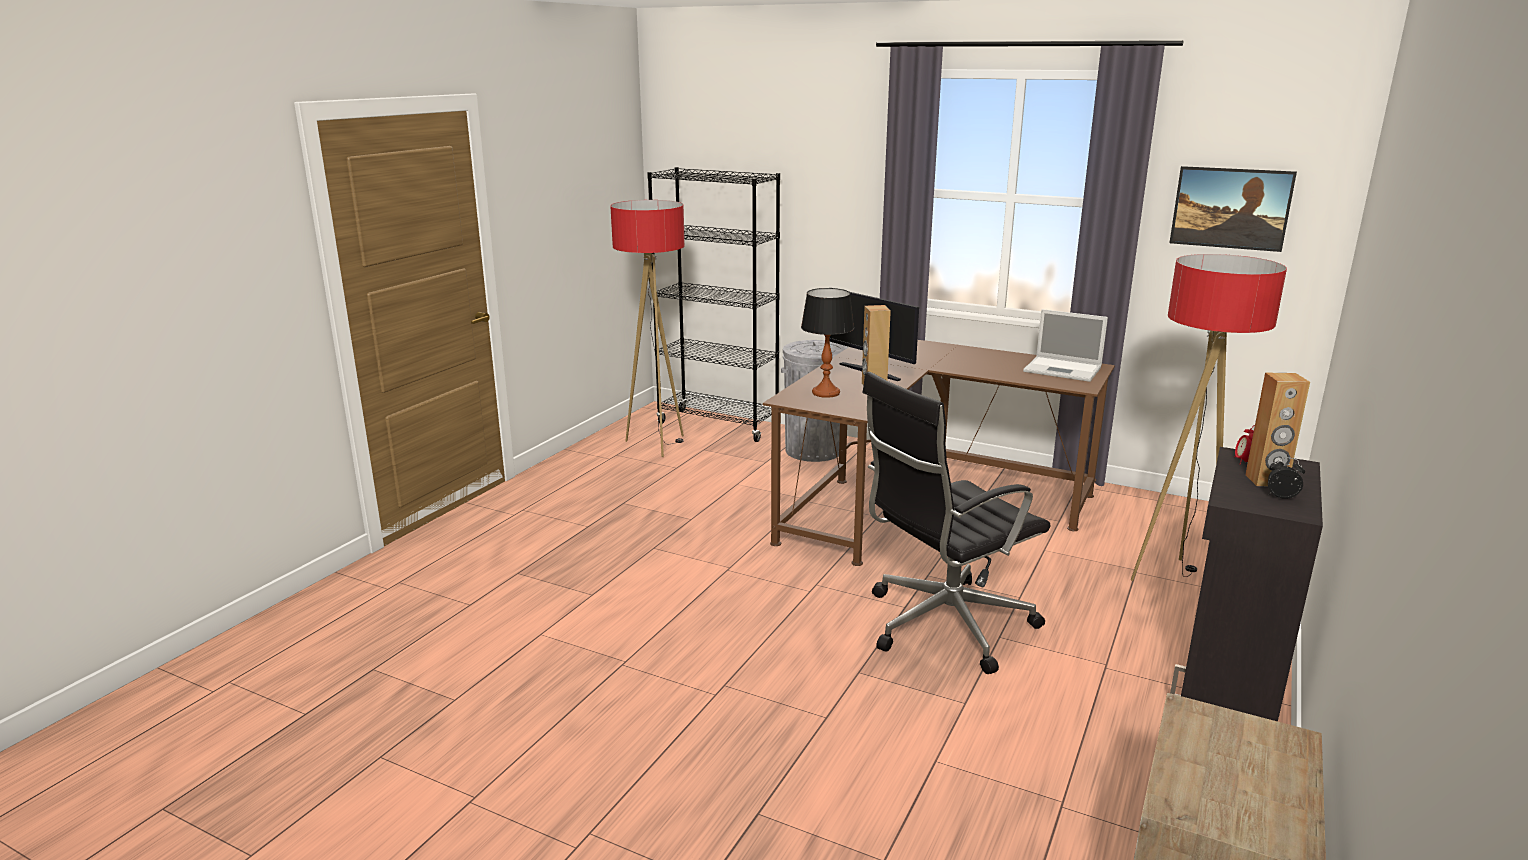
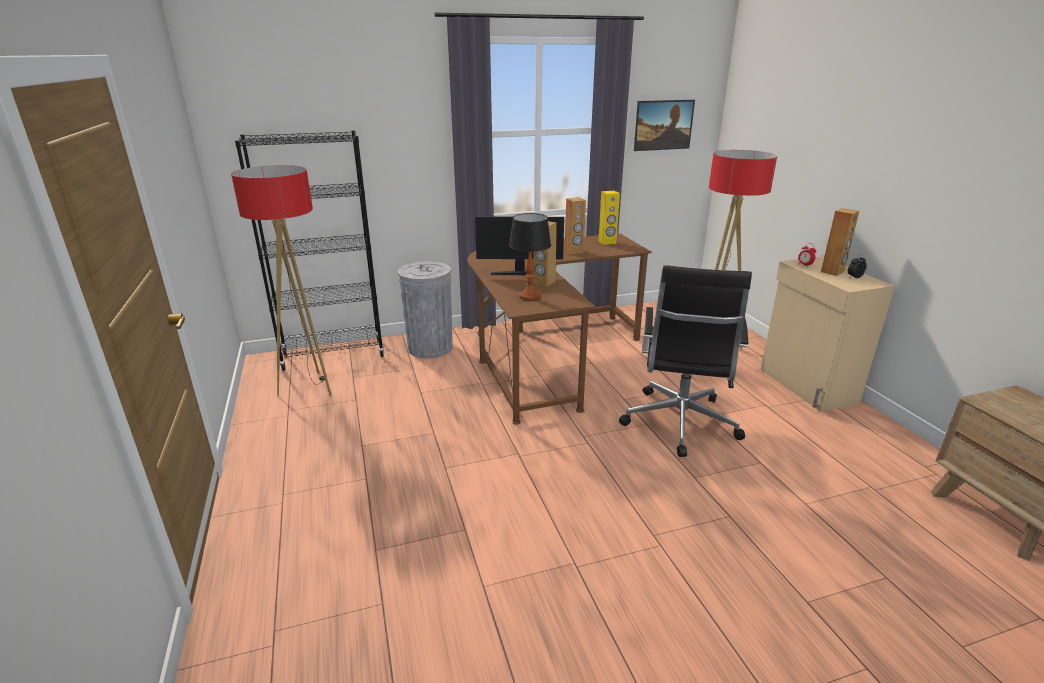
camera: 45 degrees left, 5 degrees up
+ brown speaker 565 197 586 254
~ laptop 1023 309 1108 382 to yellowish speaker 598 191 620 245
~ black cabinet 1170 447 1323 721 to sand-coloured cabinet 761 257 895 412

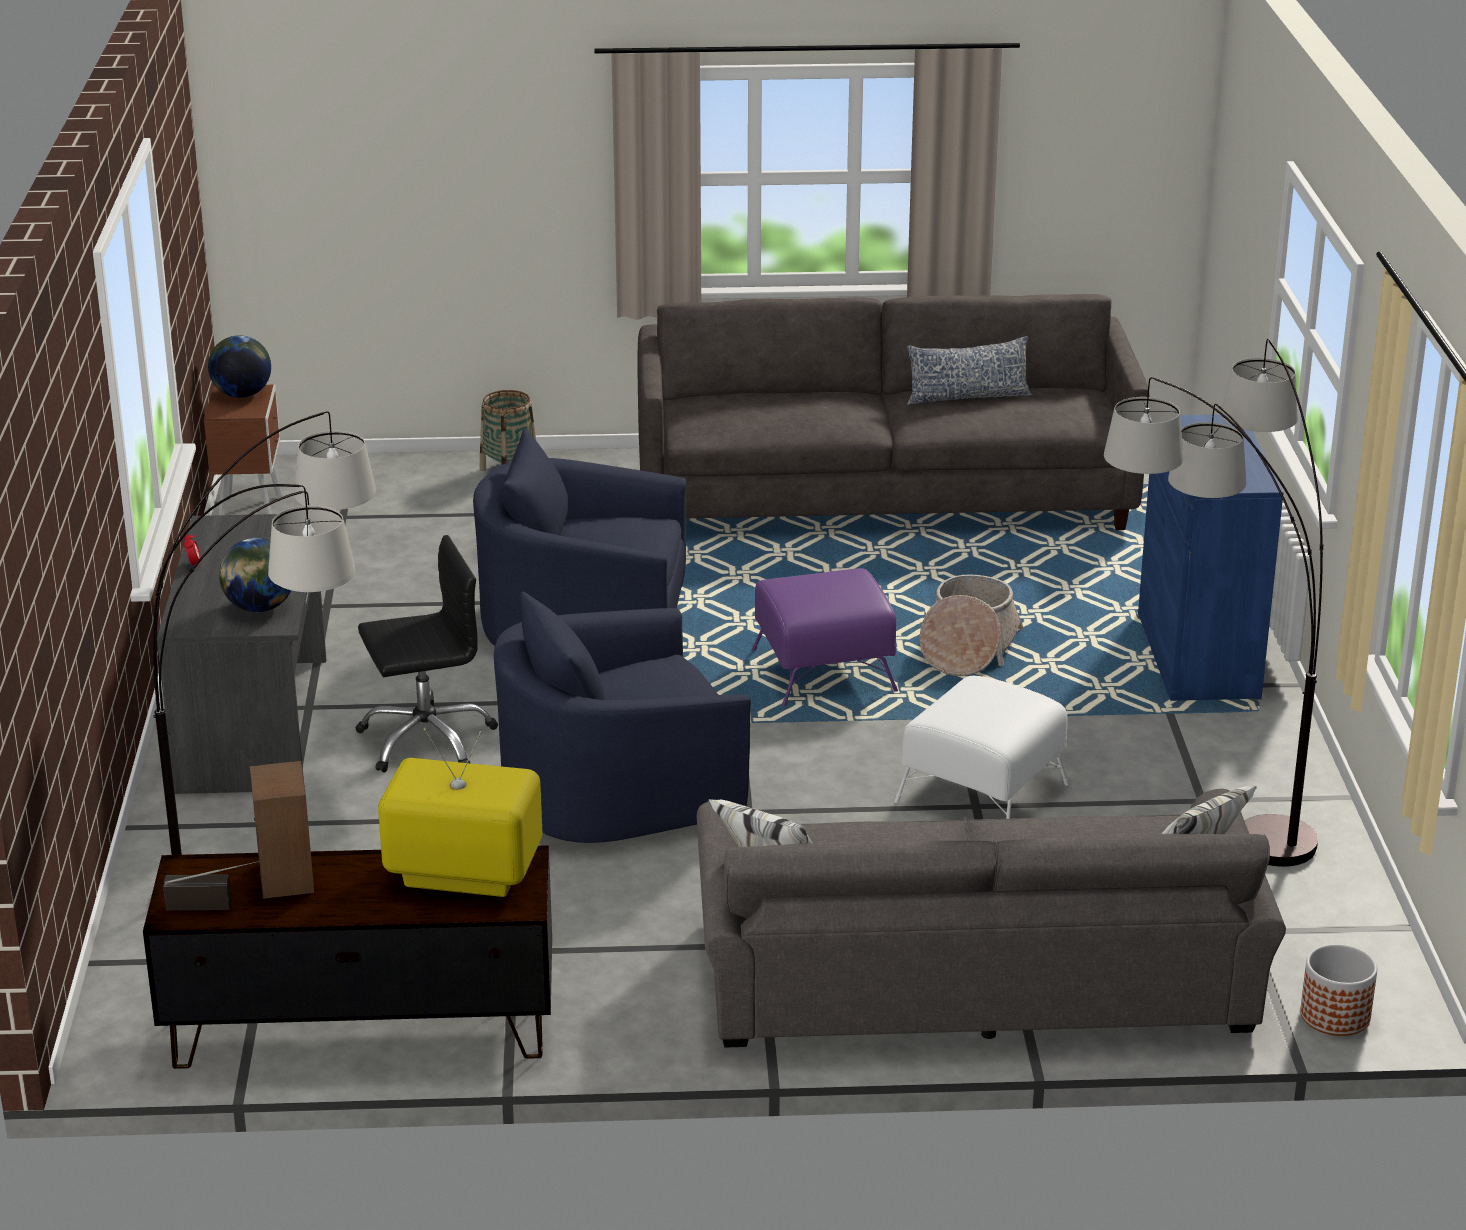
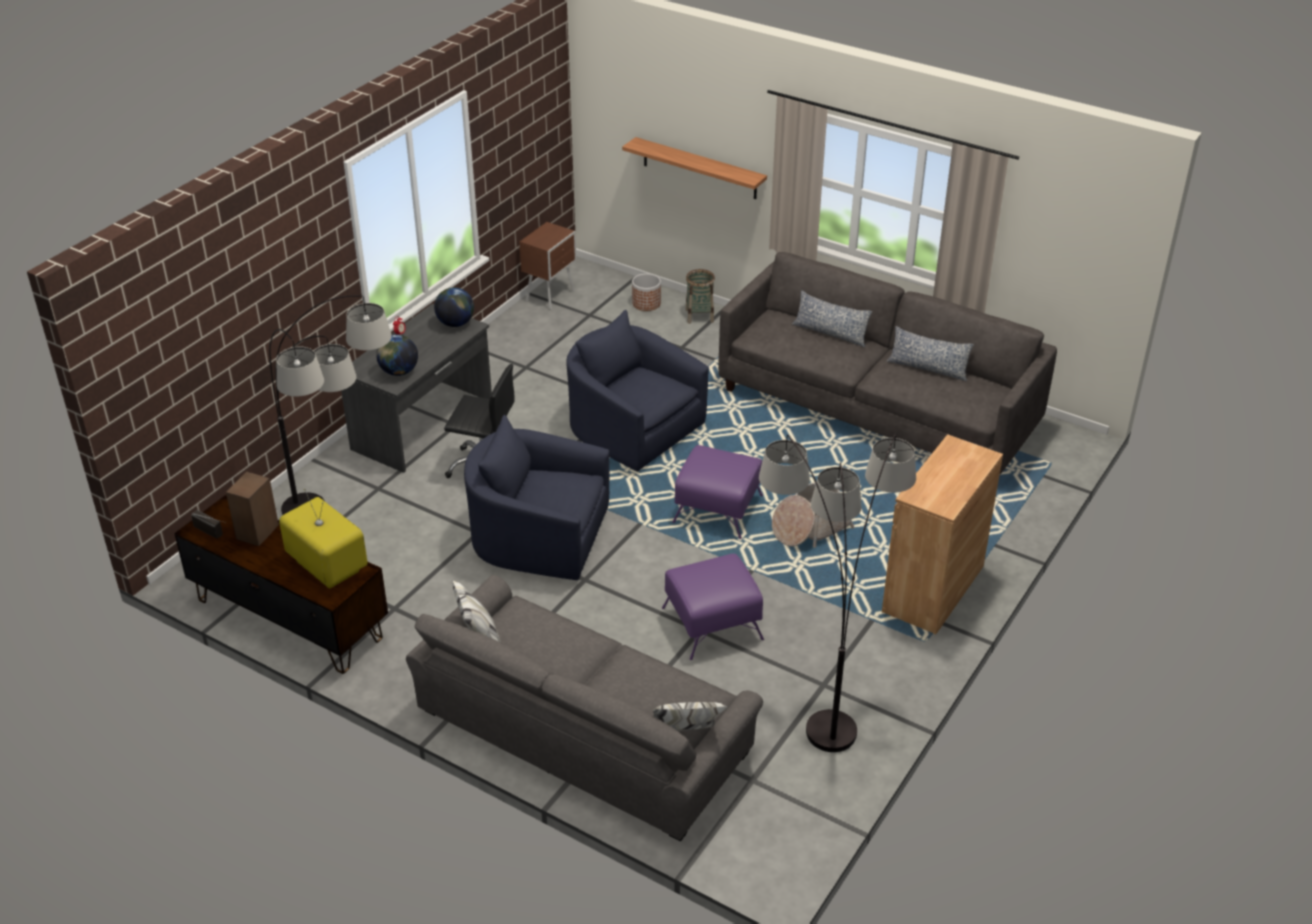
camera: 35 degrees right, 10 degrees up
+ bracket shelf 622 137 767 199
+ pillow 792 290 872 347
~ desk globe 208 335 271 398 to 434 287 474 327
~ flower pot 1300 944 1377 1036 to 632 273 661 311
~ whitish pouffe 894 676 1069 819 to purplish pouffe 662 554 764 660
~ bluish cabinet 1138 414 1283 701 to brown cabinet 882 434 1003 635

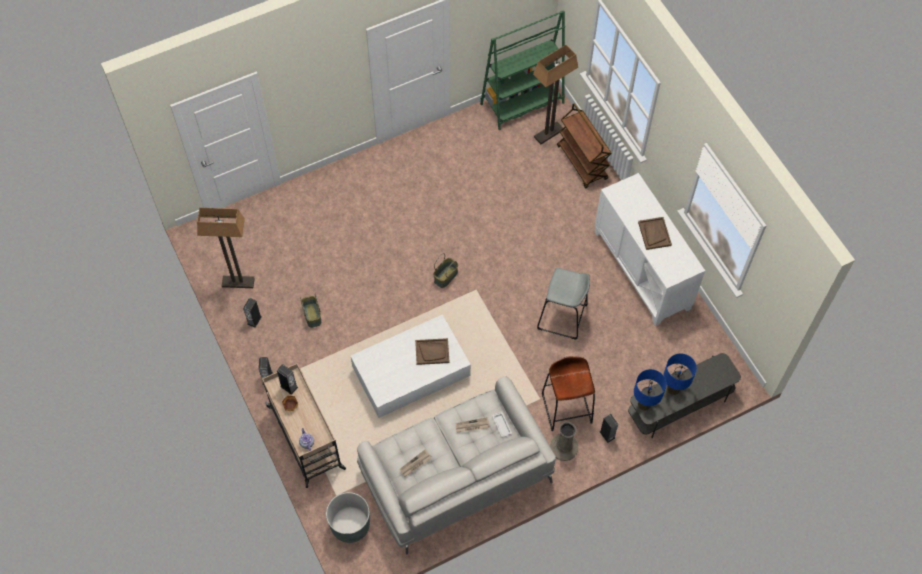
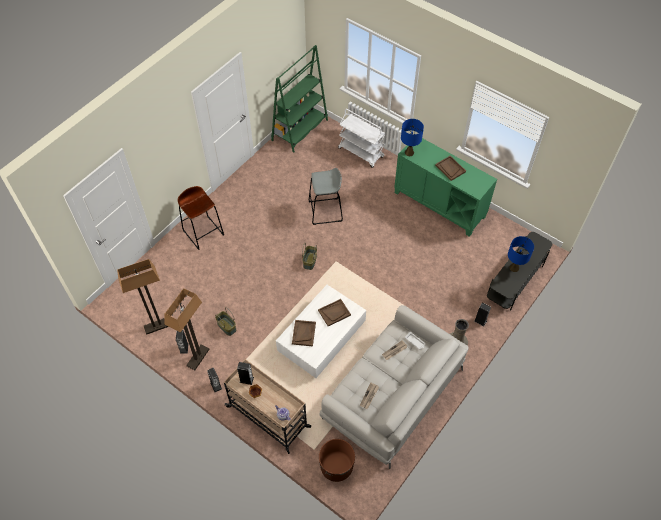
camera: 25 degrees left, 5 degrees down
+ brown tray 292 320 316 346
~ standard lamp 533 45 578 144 to 164 288 209 370
~ greyish stool 537 268 590 340 to 309 168 343 225
~ brown stool 542 356 595 431 to 178 186 224 250
~ bluish tabletop lamp 634 369 667 411 to 401 119 424 156
~ greyish flower pot 326 492 370 543 to brown flower pot 319 439 355 482
~ brown cart 557 103 612 189 to whitish cart 338 109 386 168
~ whitish cabinet 595 173 705 326 to greenish cabinet 394 138 497 237

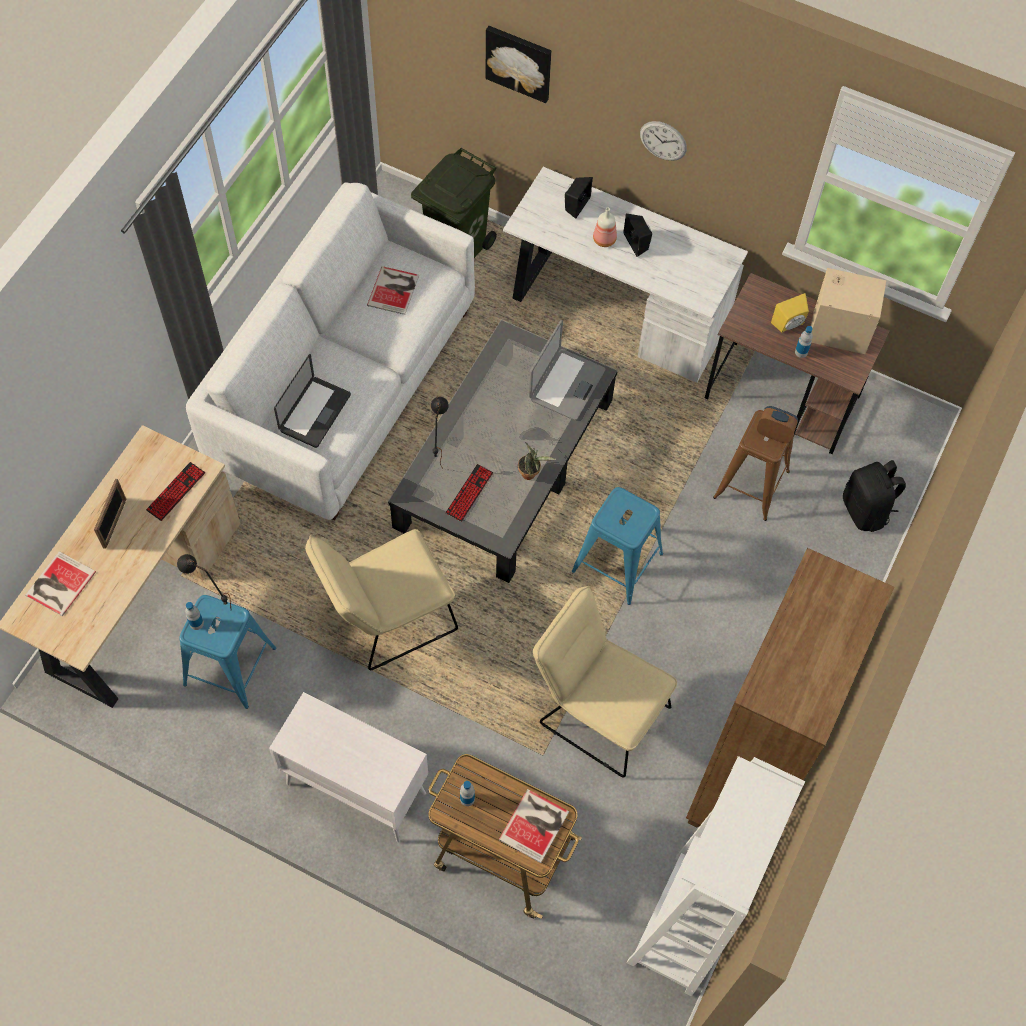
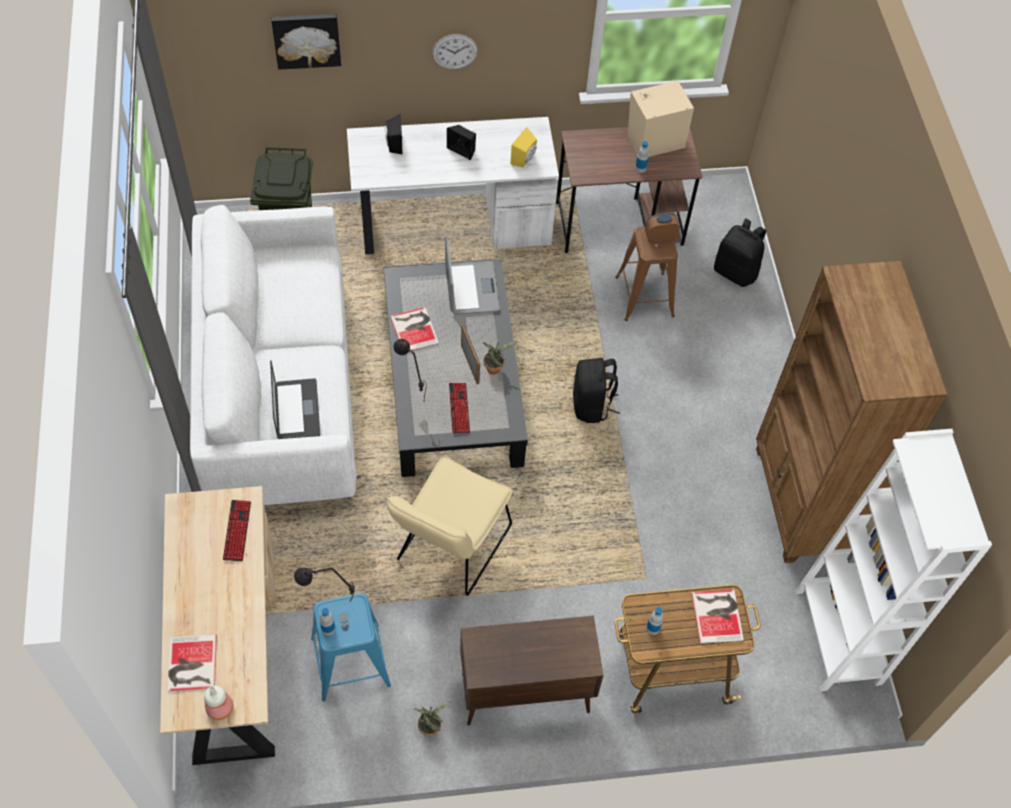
camera: 35 degrees left, 5 degrees down
- sand-coloured chair 533 586 677 778
+ houseplant 414 701 453 736
~ picture frame 94 479 127 549 to 461 325 480 384
~ book 367 266 419 315 to 390 307 439 351
~ beverage bottle 593 208 617 247 to 204 685 234 720
~ yellowish speaker 771 293 809 332 to 510 127 537 167
~ bluish stool 572 487 663 605 to black backpack 573 358 620 423
~ whitish cabinet 269 692 428 842 to brown cabinet 460 616 604 725

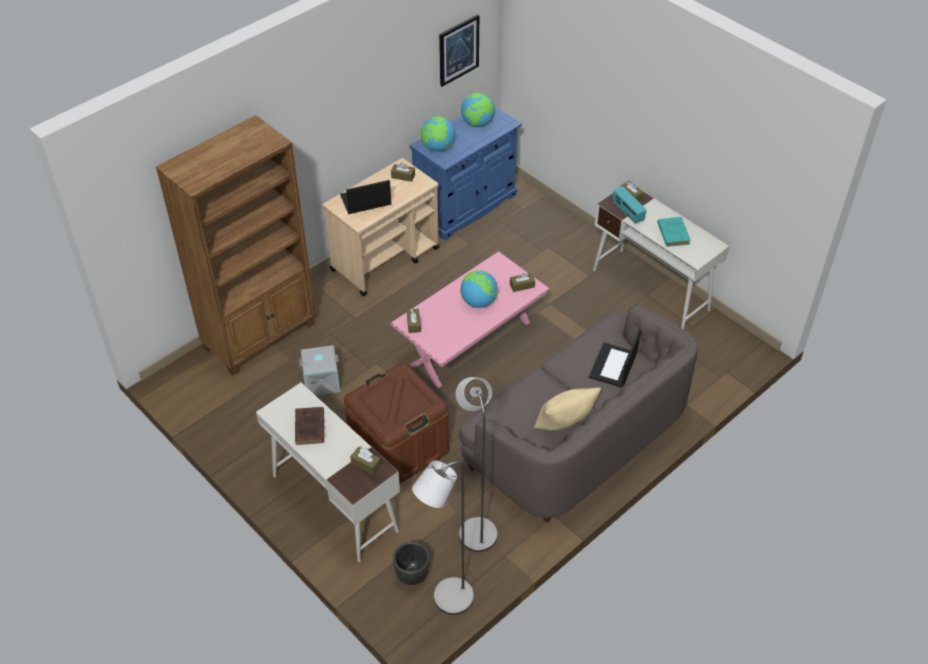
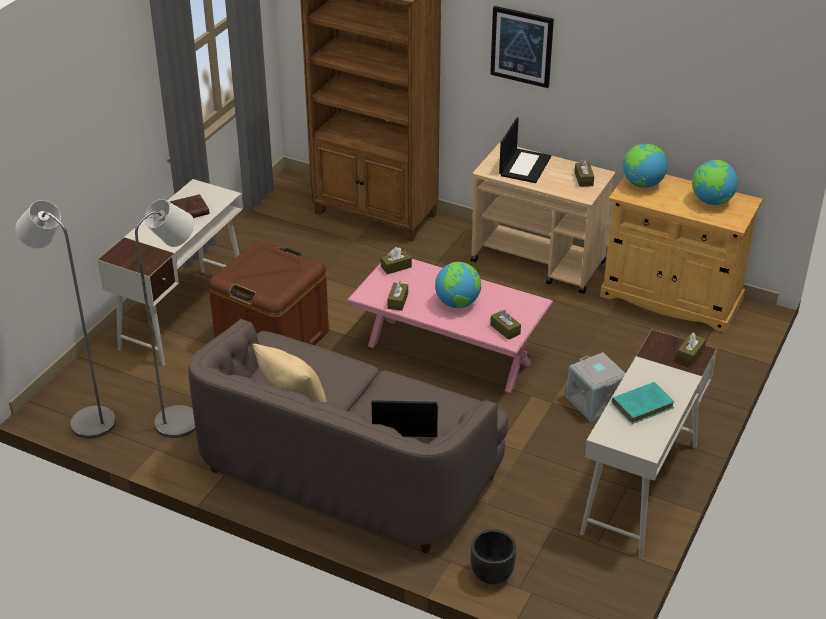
camera: 70 degrees right, 10 degrees down
- radio 613 186 647 224
~ greyish storage container 299 345 340 395 to 566 352 626 422
~ brown tissue holder 350 447 381 475 to 387 280 408 311
~ black flower pot 393 542 430 585 to 471 529 517 585
~ wall art 439 14 479 87 to 490 6 554 88
~ bluish cabinet 410 106 522 241 to sand-coloured cabinet 600 175 763 333
~ laptop 340 180 391 214 = 499 117 551 183 60 degrees clockwise

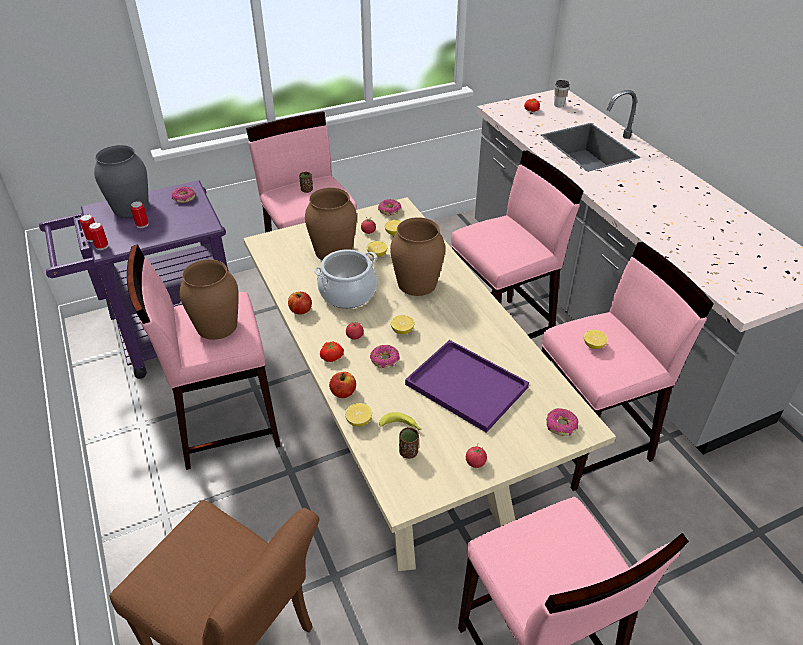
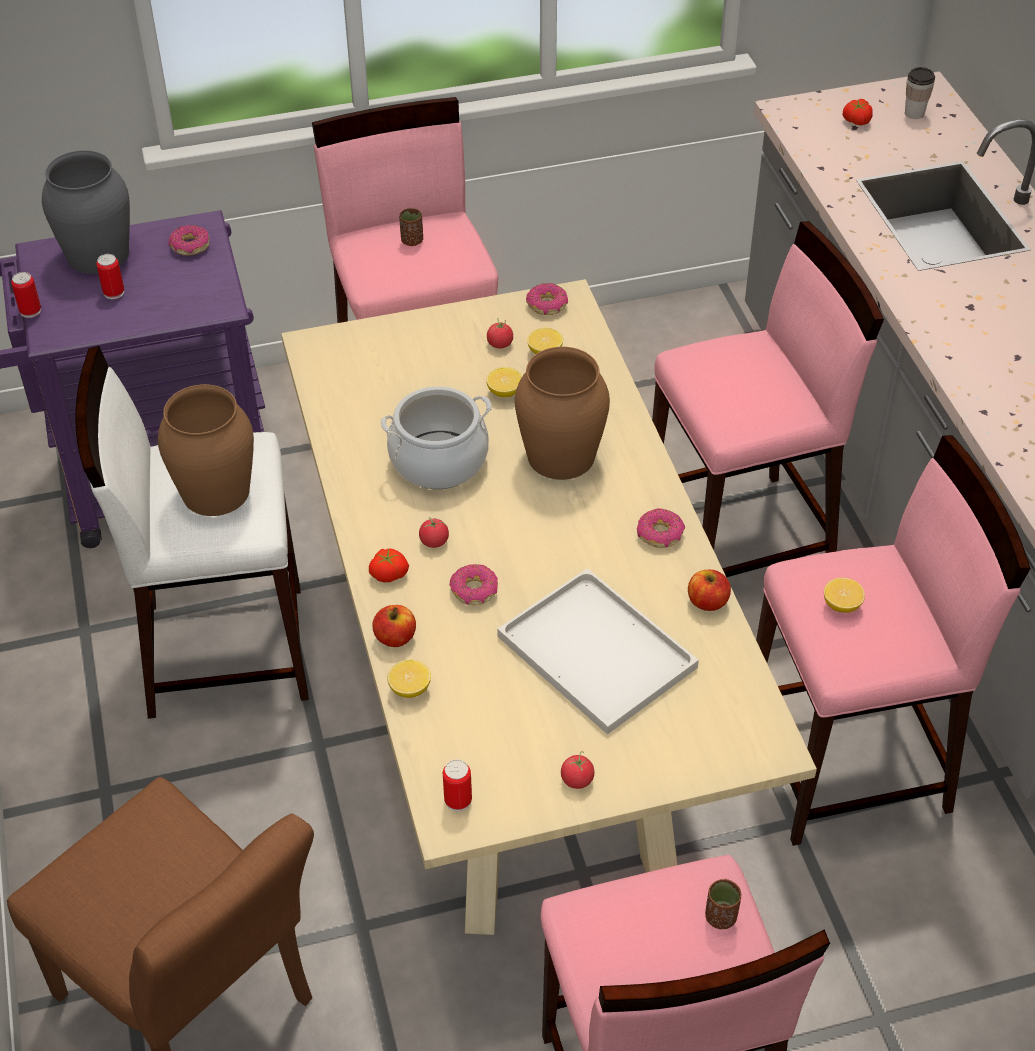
camera: 10 degrees right, 5 degrees up
- brown decorative vase 305 188 357 260
- banana fruit 379 412 422 430
- lemon 391 315 414 334
~ metal can 89 222 108 250 to 443 759 472 812
~ whole apple 288 292 312 315 to 688 570 731 611
~ brown cup 399 427 419 459 to 705 879 741 929
~ doughnut 546 408 579 436 to 637 508 685 548
~ pinkish stool 127 244 280 470 to whitish stool 75 346 309 719
~ purplish tray 405 340 529 433 to whitish tray 497 568 699 735

